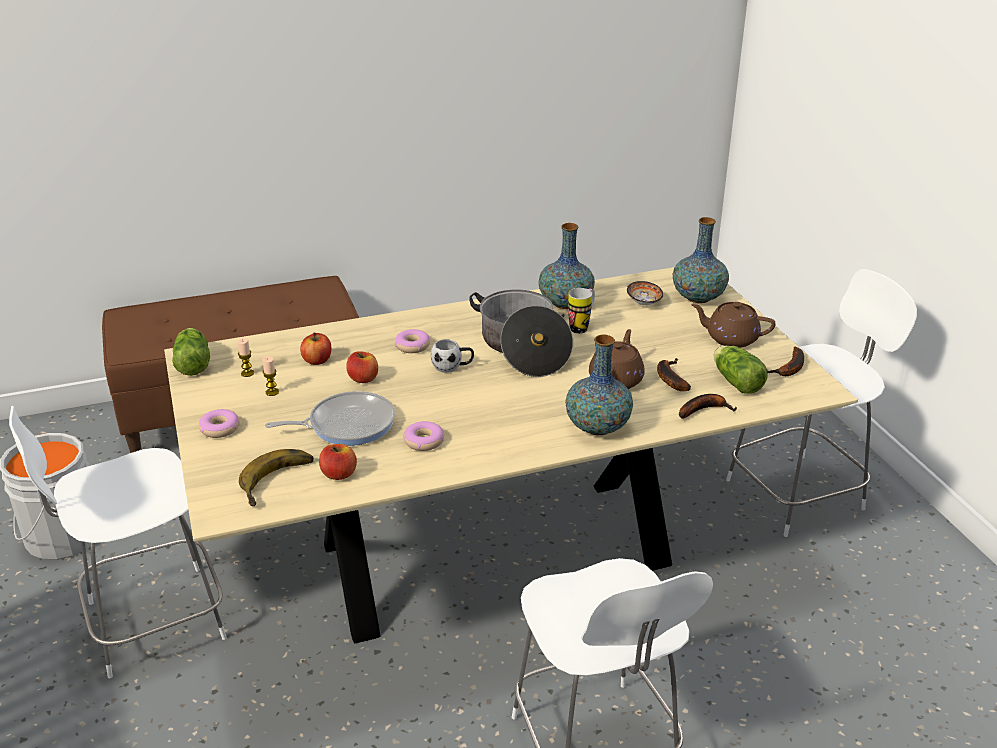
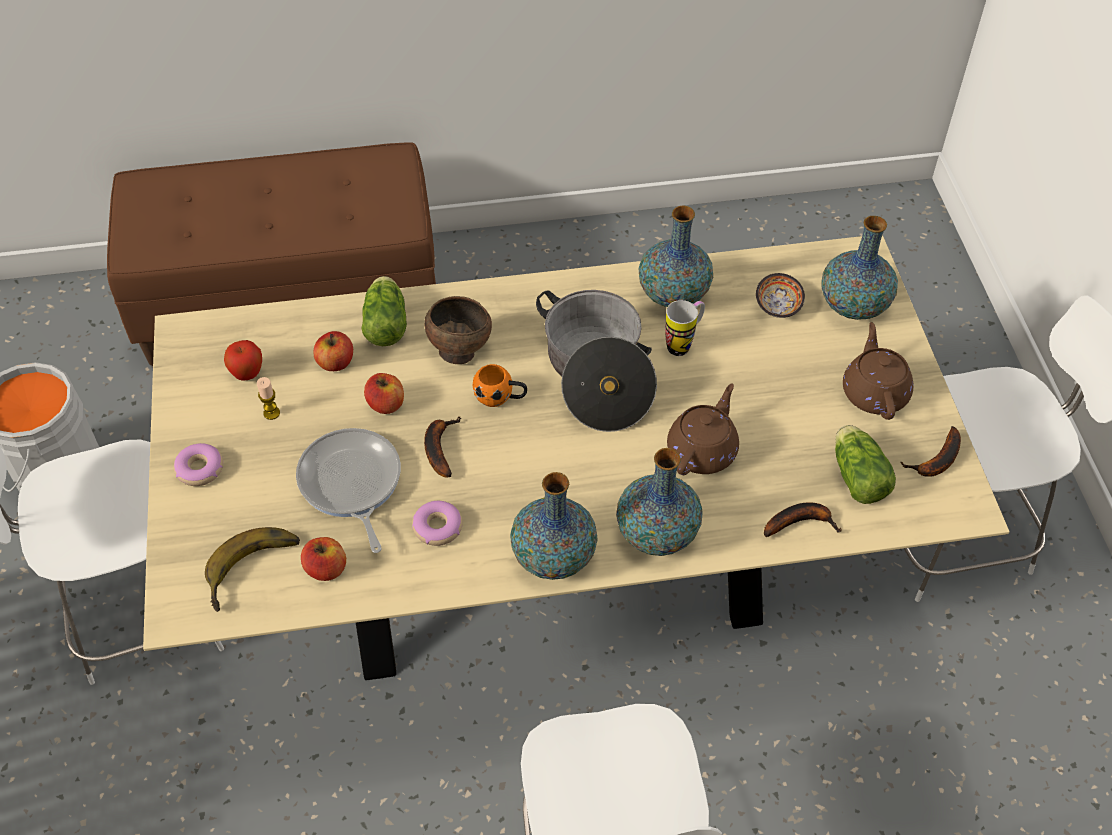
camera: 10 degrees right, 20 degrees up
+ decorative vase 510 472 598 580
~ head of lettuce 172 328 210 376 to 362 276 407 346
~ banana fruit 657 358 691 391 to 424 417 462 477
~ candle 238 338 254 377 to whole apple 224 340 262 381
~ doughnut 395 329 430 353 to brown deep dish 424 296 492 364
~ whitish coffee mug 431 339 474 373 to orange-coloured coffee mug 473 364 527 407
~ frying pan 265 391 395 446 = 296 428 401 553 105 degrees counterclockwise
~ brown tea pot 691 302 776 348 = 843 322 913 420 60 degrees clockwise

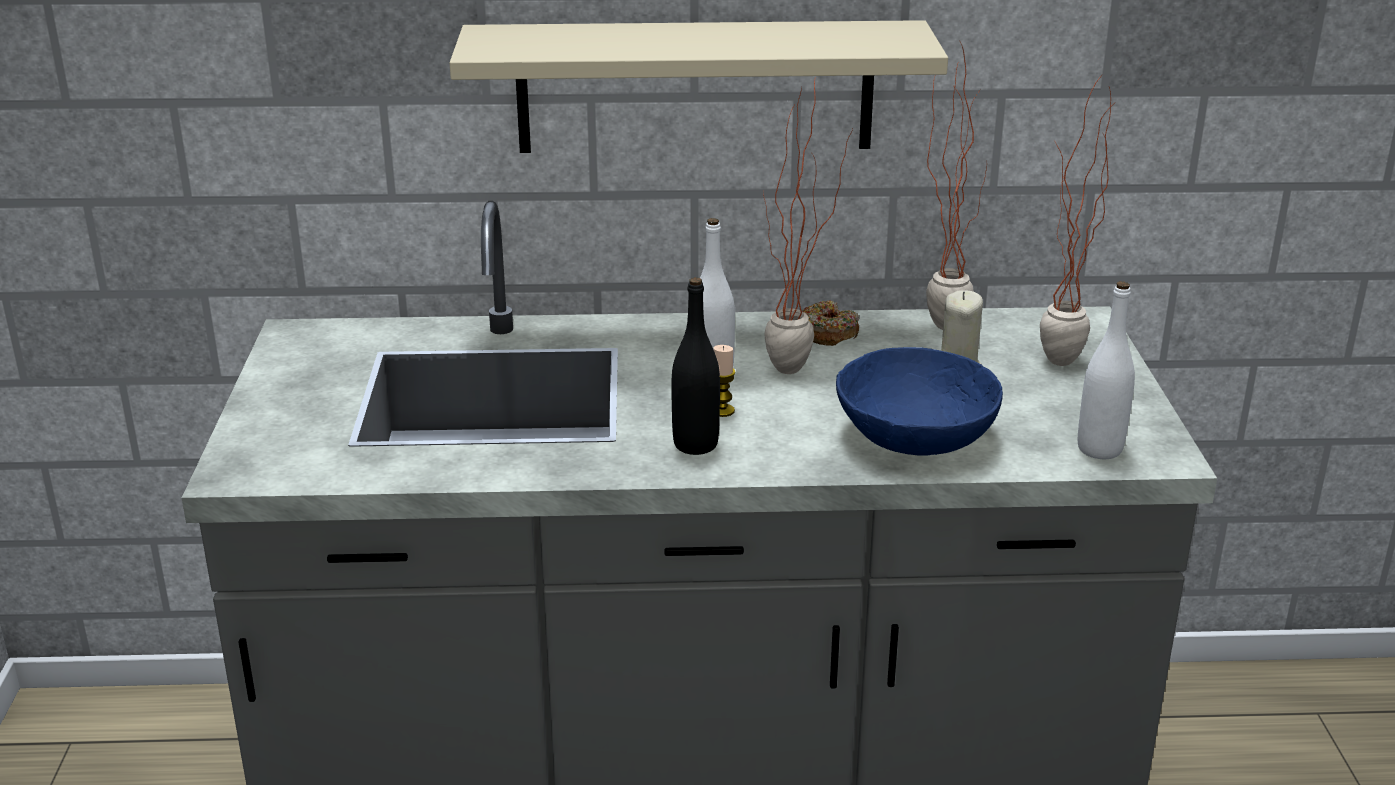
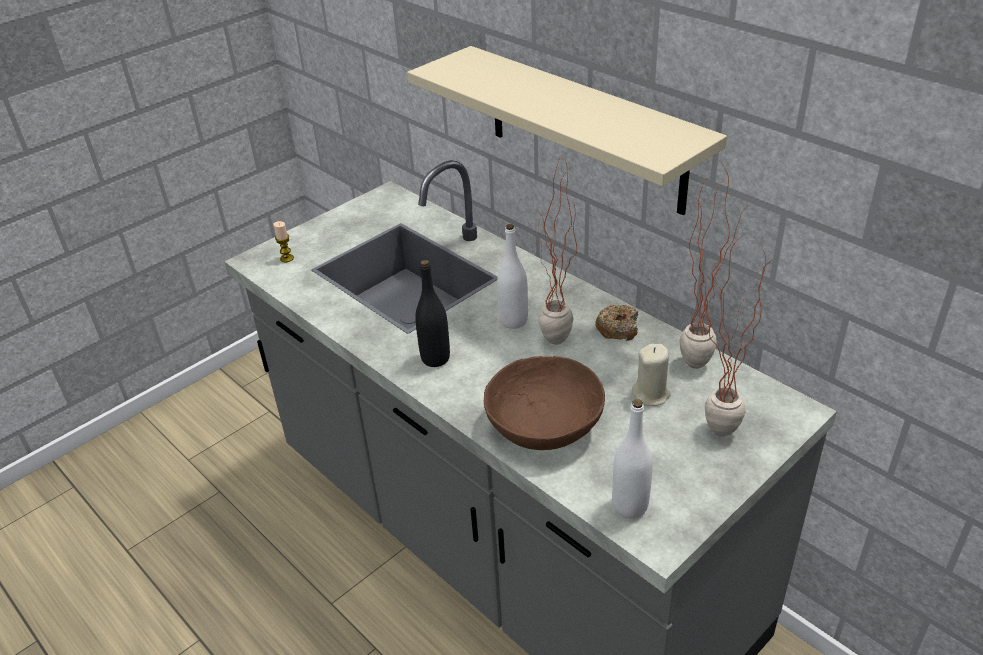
camera: 50 degrees right, 10 degrees up
~ candle 713 345 735 417 to 273 221 294 262
~ bluish deep dish 836 347 1003 456 to brown deep dish 484 356 605 450

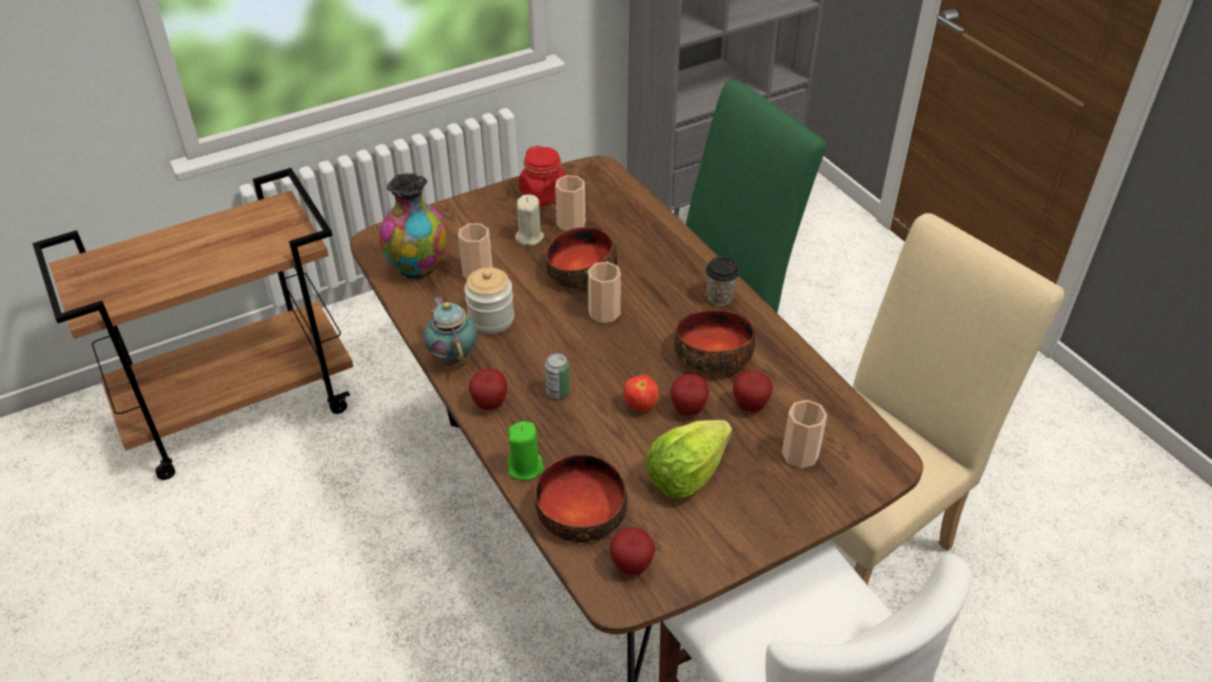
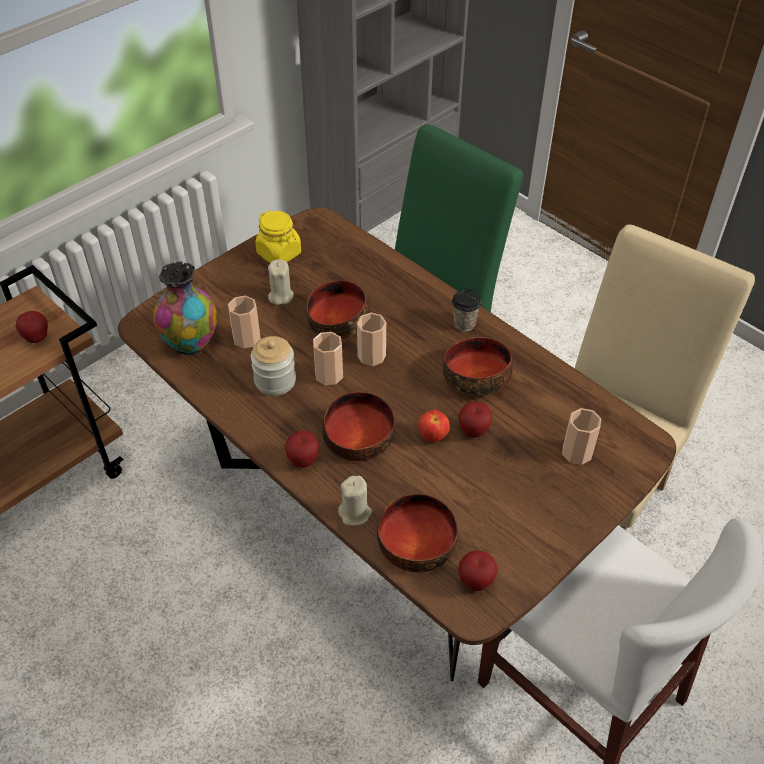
camera: 15 degrees left, 5 degrees up
- tea pot 423 296 478 366
- head of lettuce 646 420 732 500
~ cup 555 175 585 231 to 313 332 343 385
~ whole apple 733 370 773 412 to 15 311 48 343
~ metal can 545 353 570 399 to deep dish 322 392 395 461
~ greenish candle 507 421 544 480 to sand-coloured candle 338 476 372 526
~ red-coloured preserve jar 519 145 566 207 to yellowish preserve jar 256 211 301 263

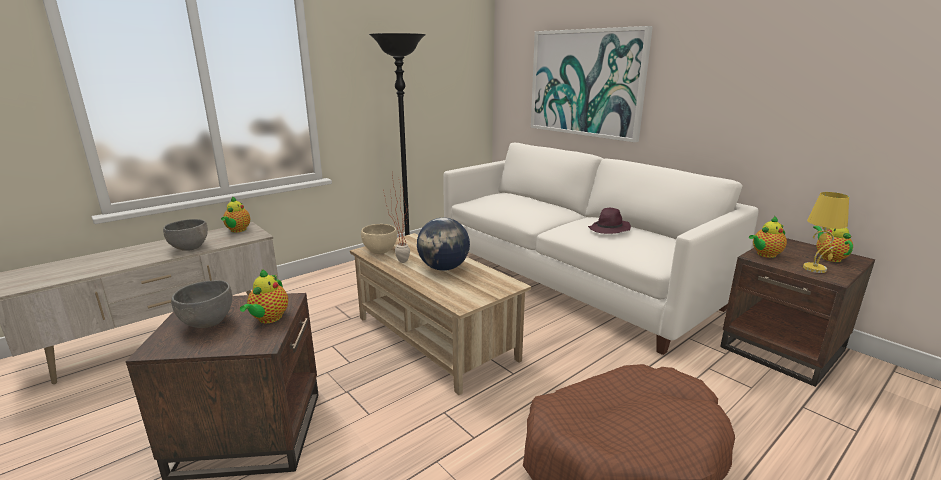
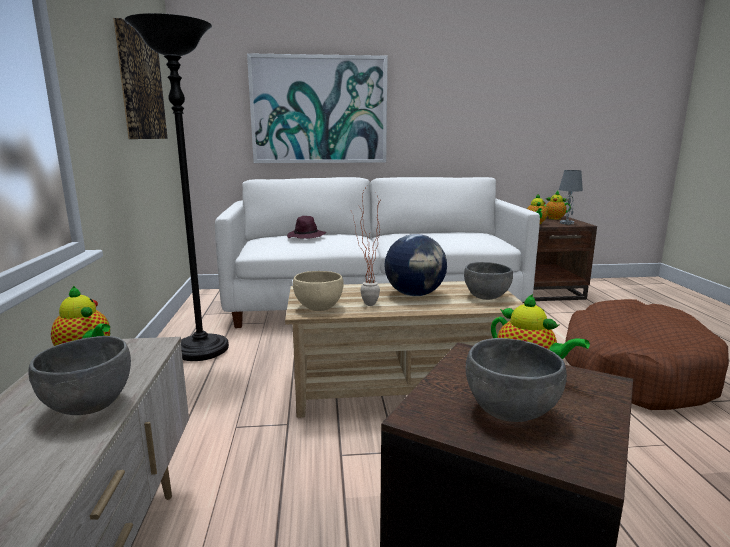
camera: 55 degrees left, 5 degrees down
+ wall art 113 18 168 139
+ greyish deep dish 464 262 513 300
~ purplish clothing hat 588 208 631 234 to 287 216 326 239
~ yellowish tabletop lamp 803 192 849 273 to greyish tabletop lamp 559 170 583 224

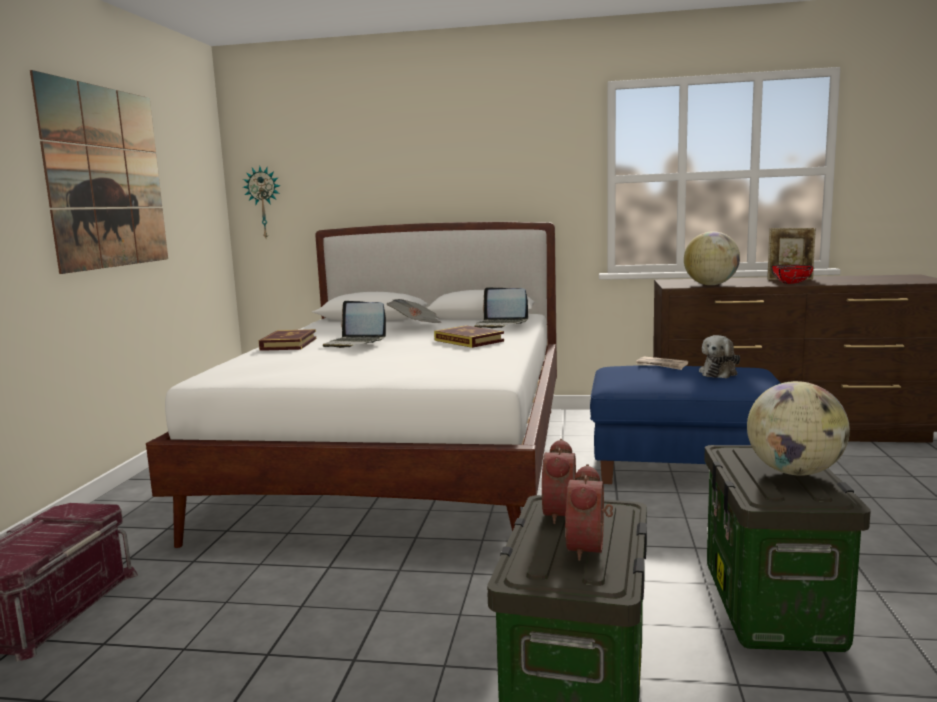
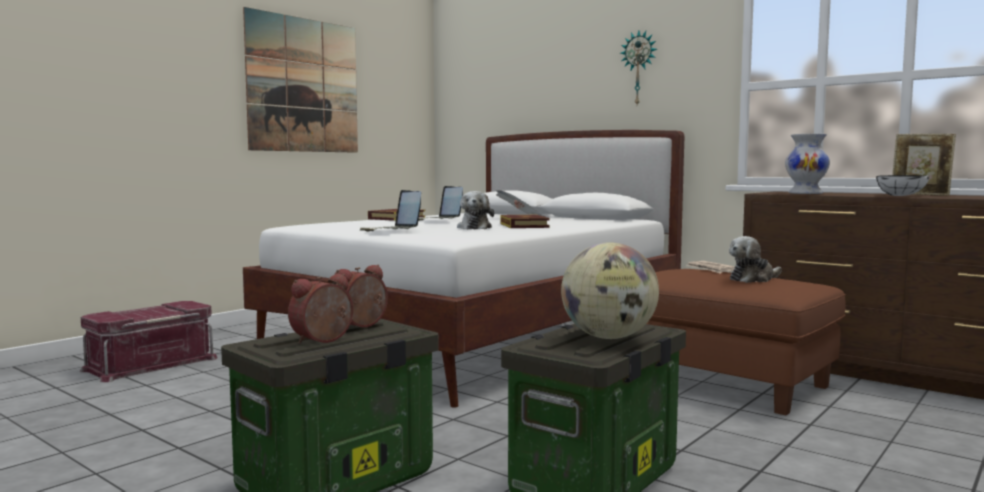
camera: 30 degrees right, 5 degrees down
+ soft toy 457 191 494 230
~ hanging clock 243 166 280 238 to 620 31 657 105
~ laptop 474 287 528 328 to 360 190 421 232
~ desk globe 684 231 740 285 to whitish decorative vase 785 134 830 194
~ bluish pouffe 590 365 781 484 to brown pouffe 646 269 846 415
~ red-coloured deep dish 771 265 813 284 to whitish deep dish 876 175 929 196

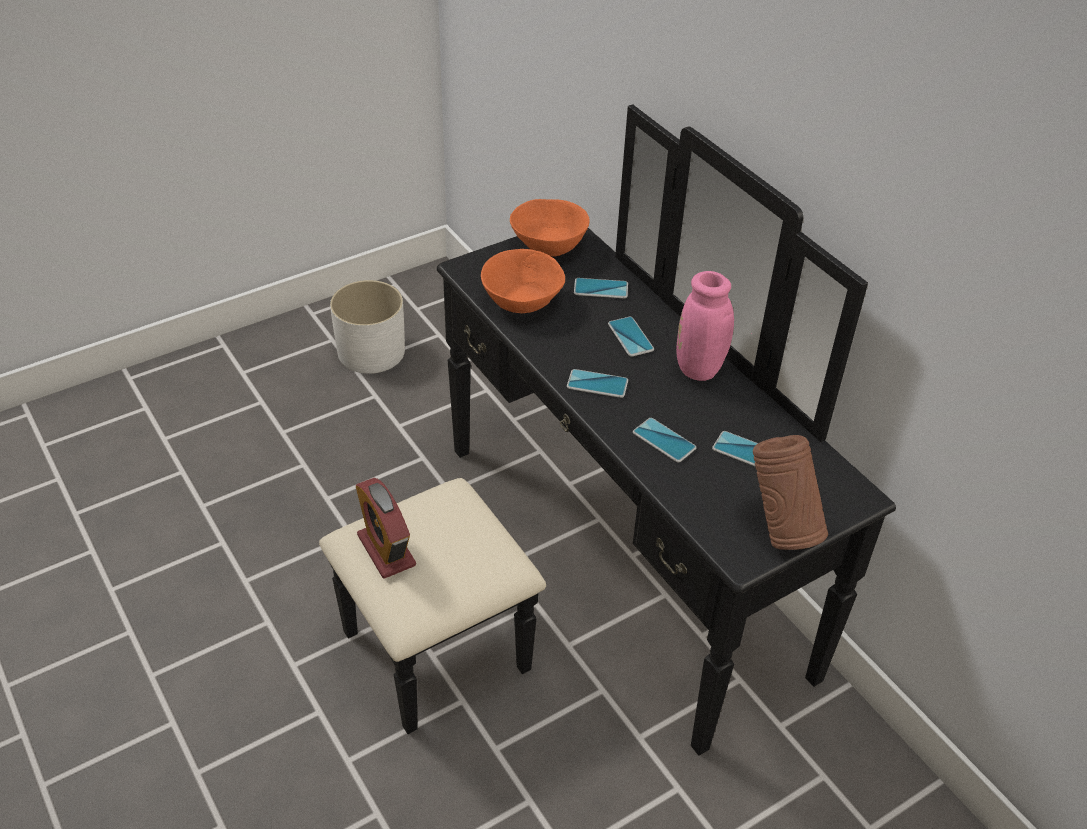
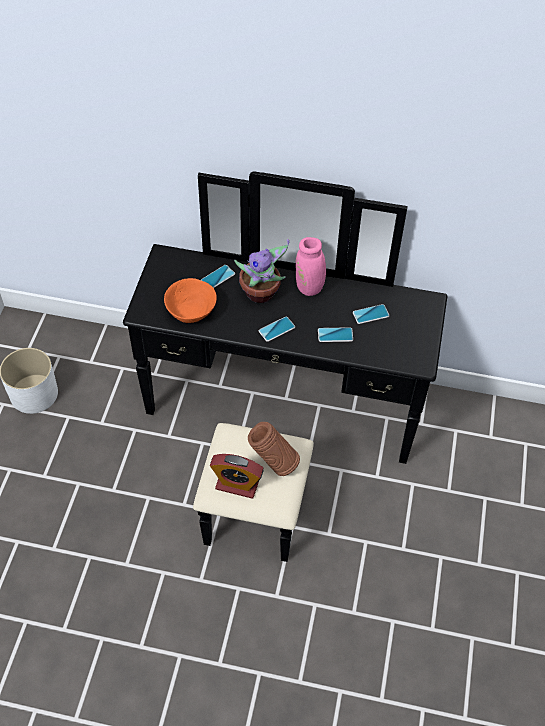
camera: 45 degrees left, 10 degrees up
- orange-coloured deep dish 510 199 590 256
~ brown decorative vase 753 435 828 550 to 248 422 300 476
~ phone 608 317 654 357 to houseplant 234 239 289 303

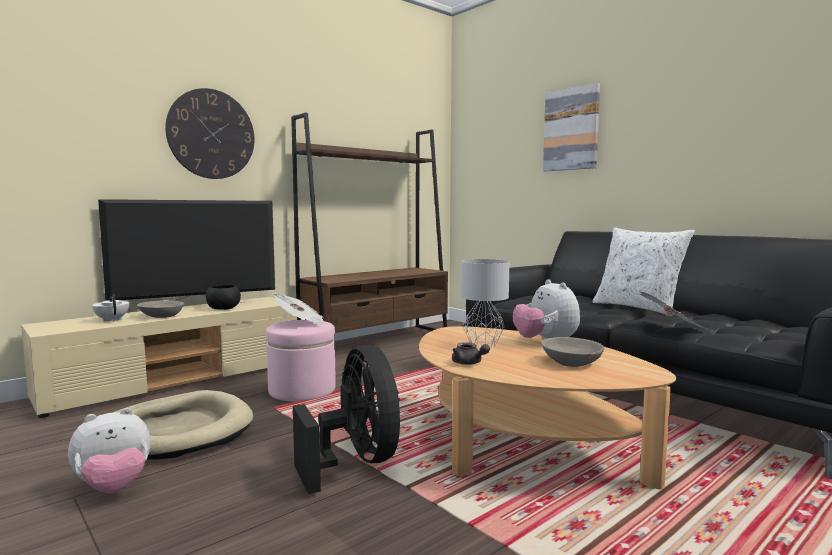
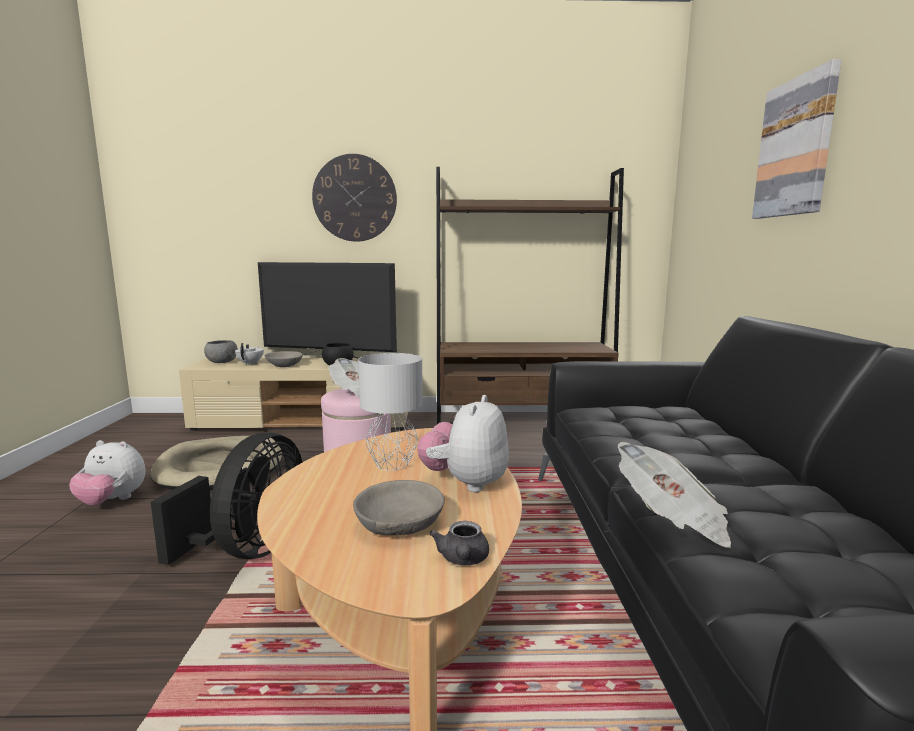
camera: 40 degrees right, 5 degrees up
- whitish pillow 593 228 695 316
+ greyish deep dish 204 340 238 363
~ greyish tea pot 452 342 490 365 to 429 521 489 565

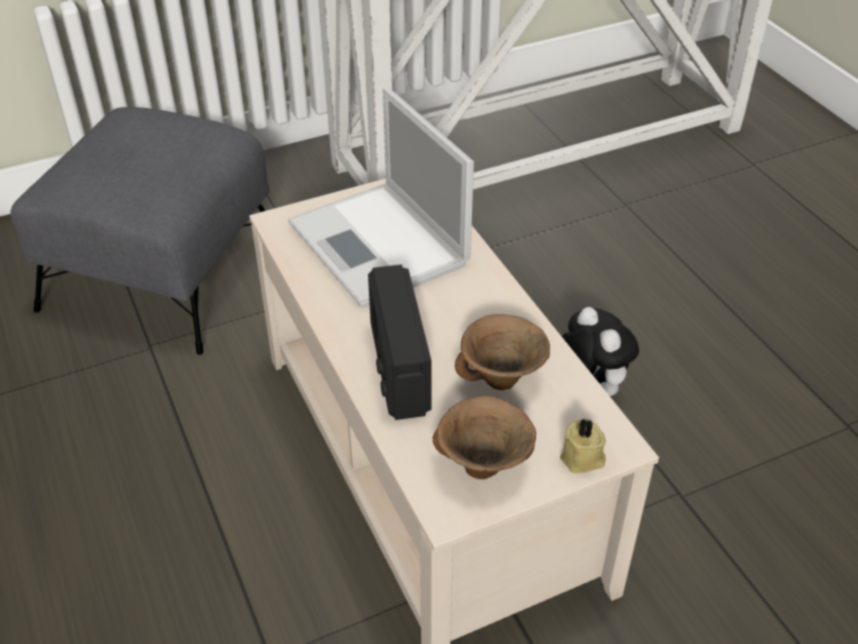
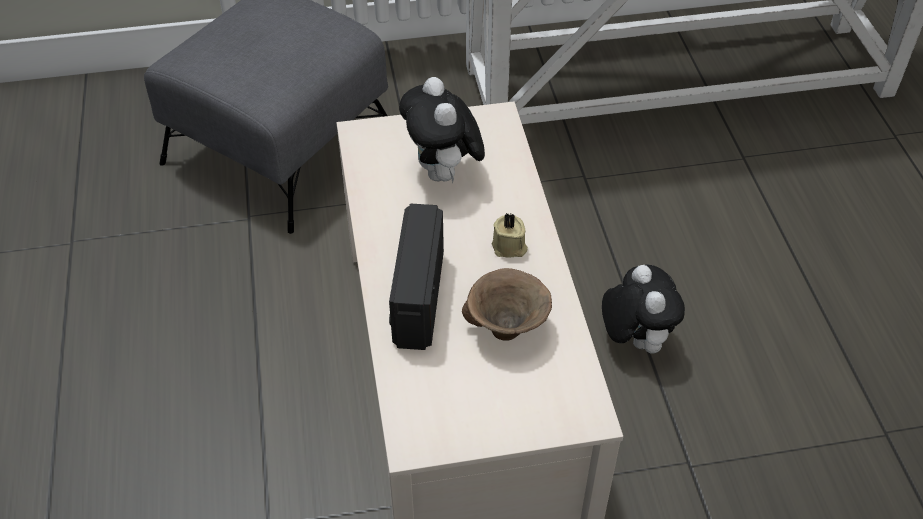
camera: 15 degrees right, 5 degrees up
- brown deep dish 433 396 536 479
~ sand-coloured candle 560 418 606 474 to 492 213 528 258
~ laptop 288 87 474 308 to soft toy 399 77 485 183

